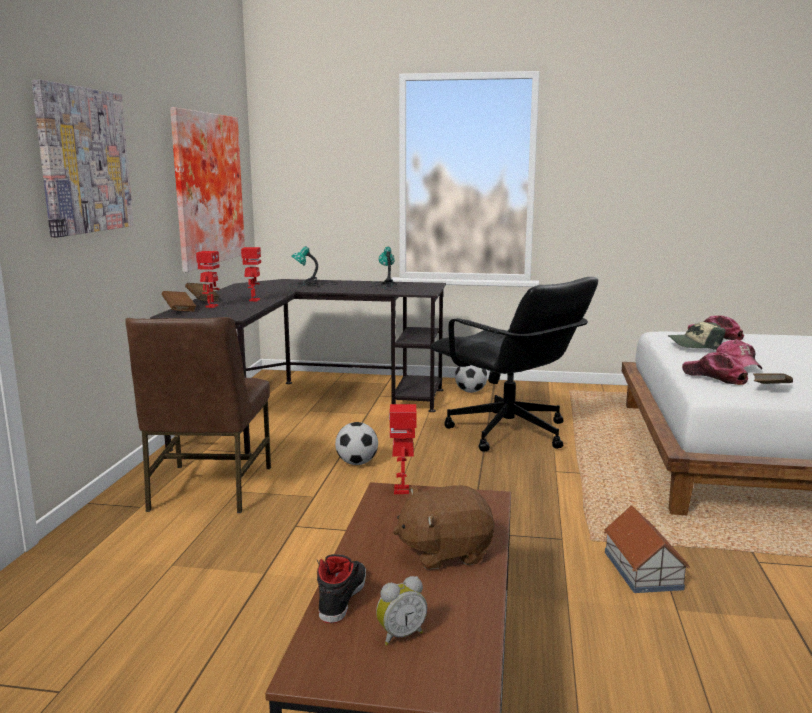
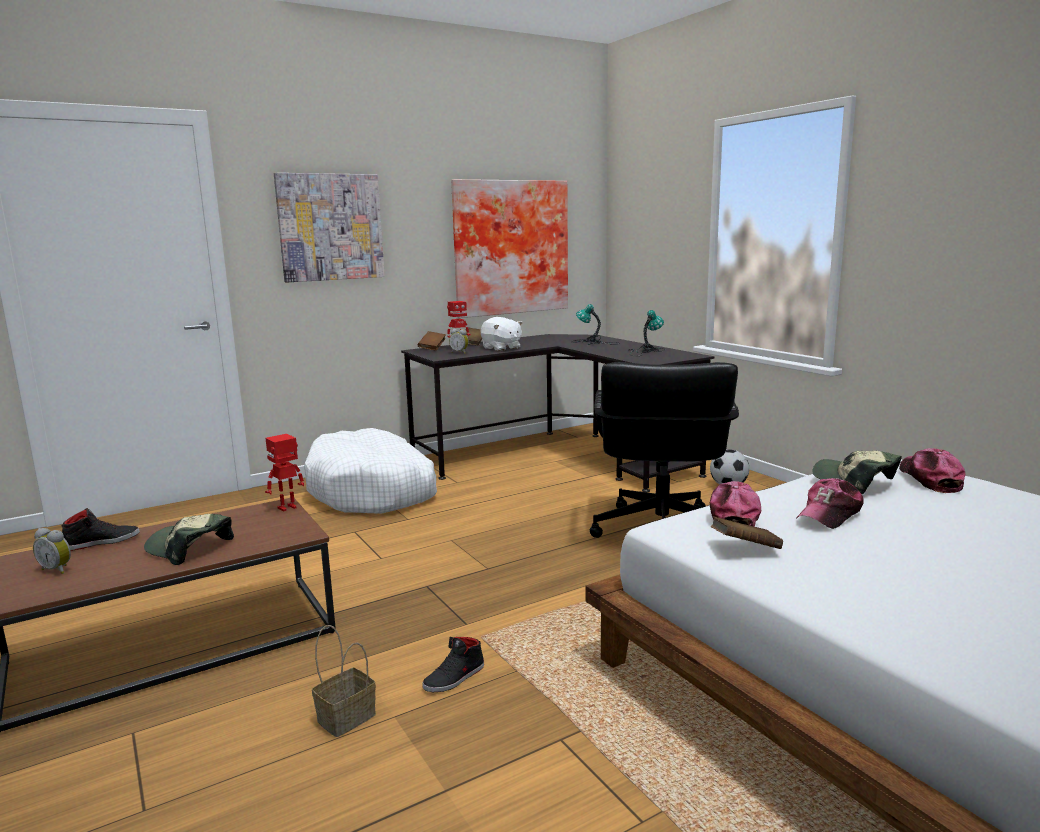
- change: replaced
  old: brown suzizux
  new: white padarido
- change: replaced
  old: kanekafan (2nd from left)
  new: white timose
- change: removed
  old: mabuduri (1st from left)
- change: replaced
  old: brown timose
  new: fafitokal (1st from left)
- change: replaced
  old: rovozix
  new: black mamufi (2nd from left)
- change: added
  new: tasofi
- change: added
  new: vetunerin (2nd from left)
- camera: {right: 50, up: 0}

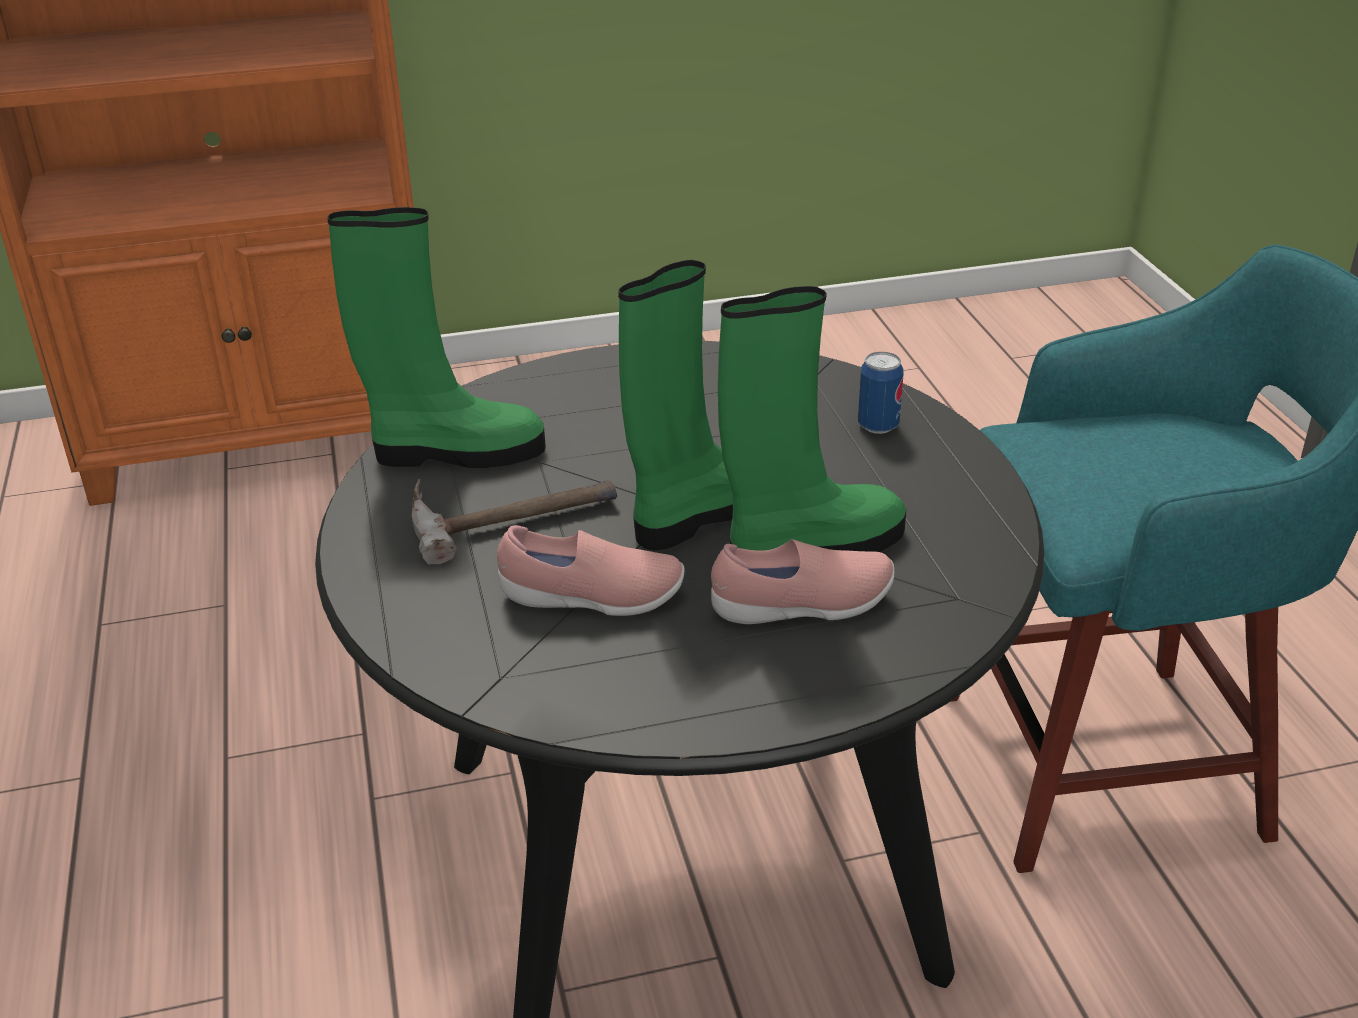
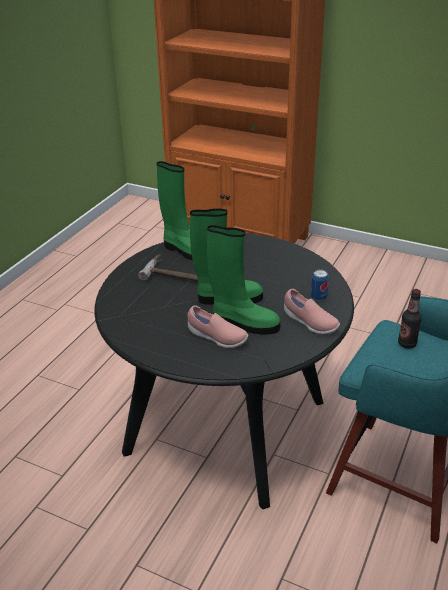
- change: moved
  old: pink mamufi (1st from left in the first image)
  new: pink mamufi (2nd from left)
- change: added
  new: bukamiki
- camera: {right: 40, up: 0}

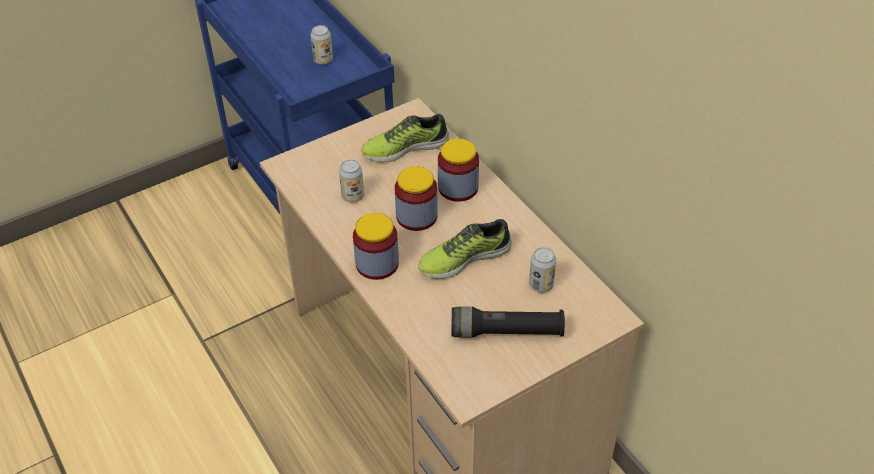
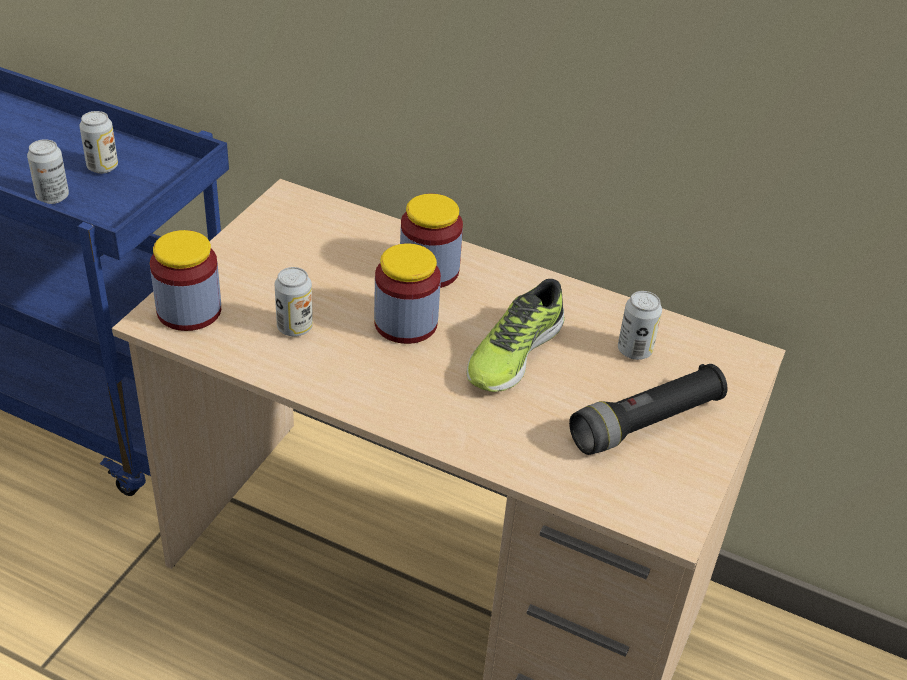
- change: moved
  old: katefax (1st from left)
- change: removed
  old: mamufi (1st from left)
- change: added
  new: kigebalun (1st from left)
- camera: {right: -35, up: -5}

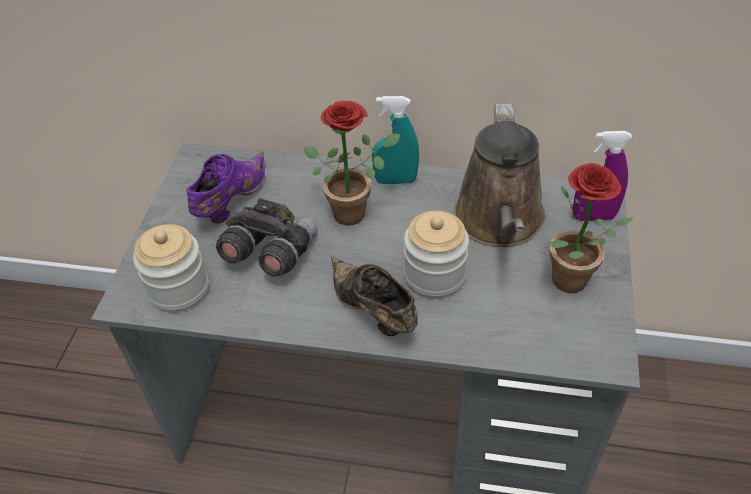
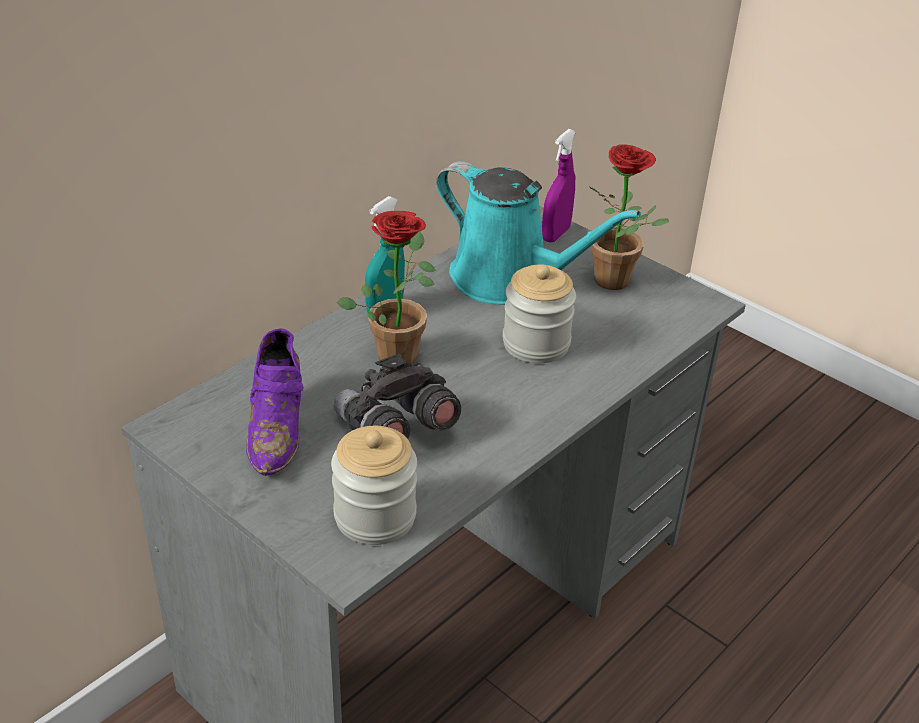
- change: turned
  old: purple mamufi
  degrees: -150
- change: removed
  old: brown mamufi
- change: recoloured
  old: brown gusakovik
  new: turquoise gusakovik
- camera: {right: -60, up: -10}

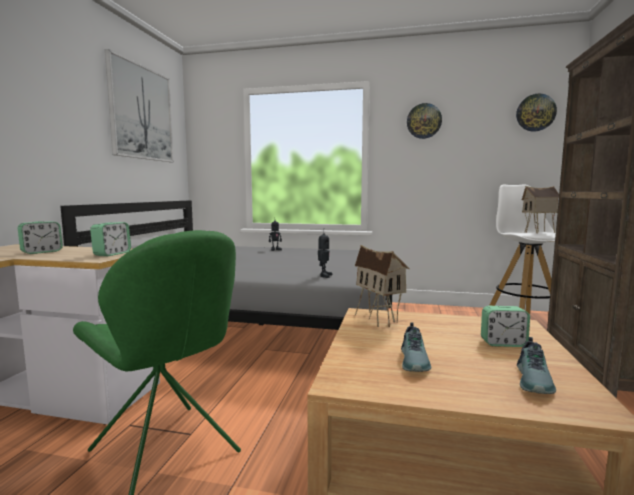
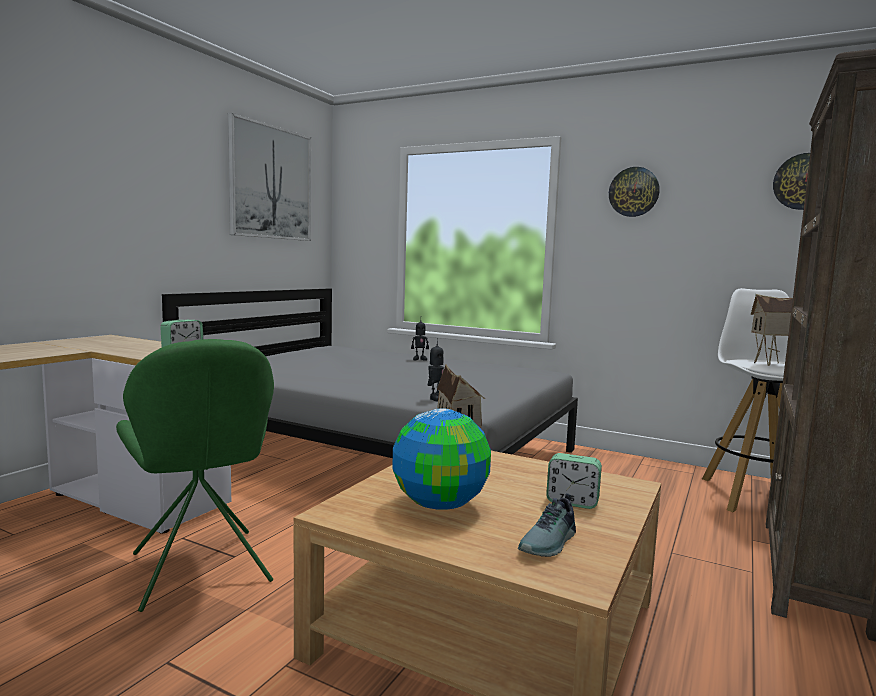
- change: removed
  old: vetunerin (1st from left)
- change: replaced
  old: mamufi (1st from left)
  new: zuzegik
- camera: {right: 15, up: 0}

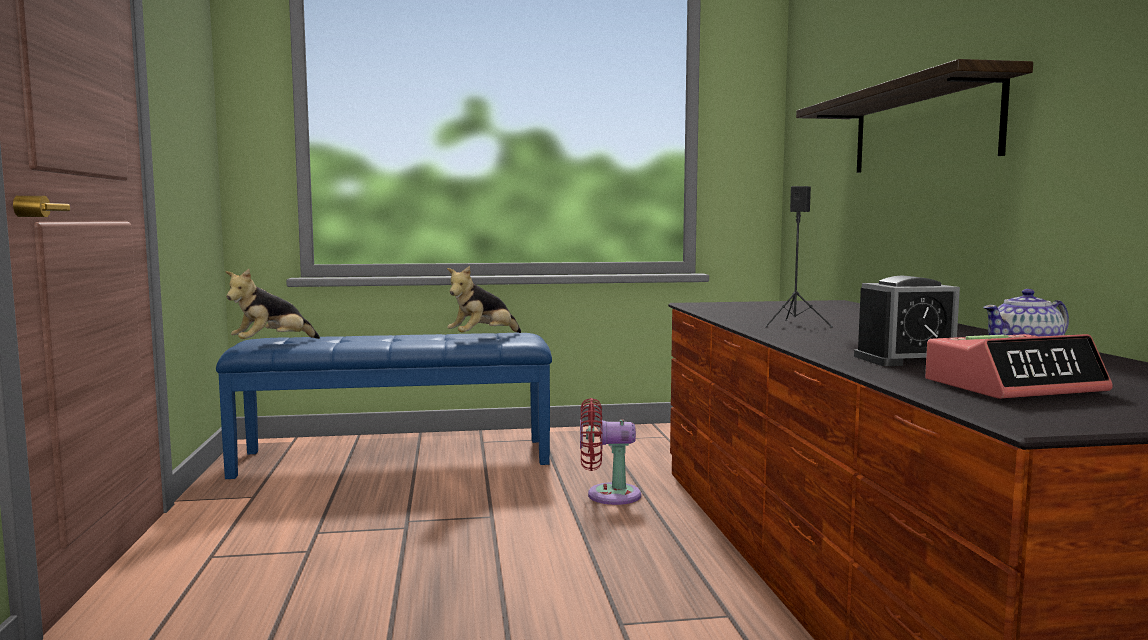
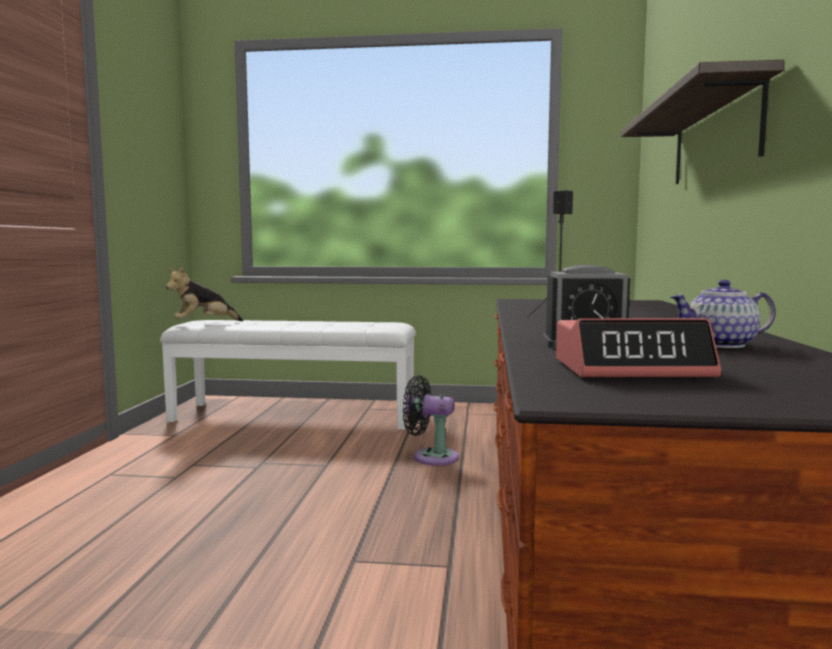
- change: recoloured
  old: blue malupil
  new: white malupil
- change: removed
  old: timose (2nd from left)
- change: recoloured
  old: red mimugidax
  new: black mimugidax
- camera: {right: 15, up: 0}

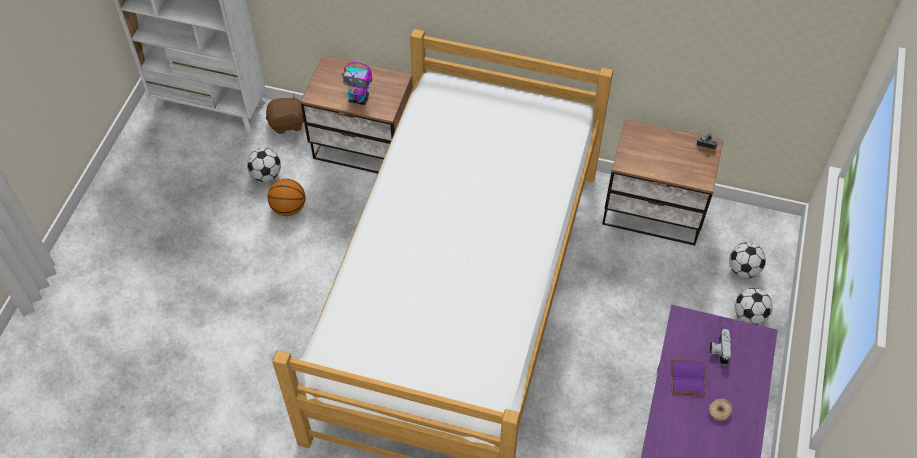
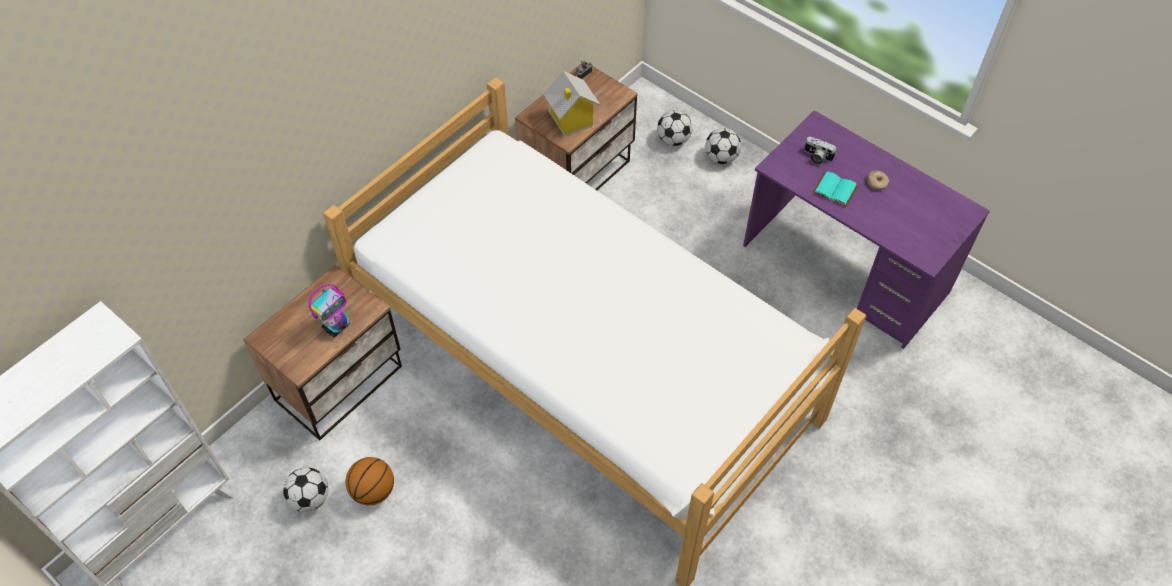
- change: removed
  old: brown timose
- change: recoloured
  old: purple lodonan
  new: turquoise lodonan
- change: added
  new: rovozix
- camera: {right: -65, up: 0}

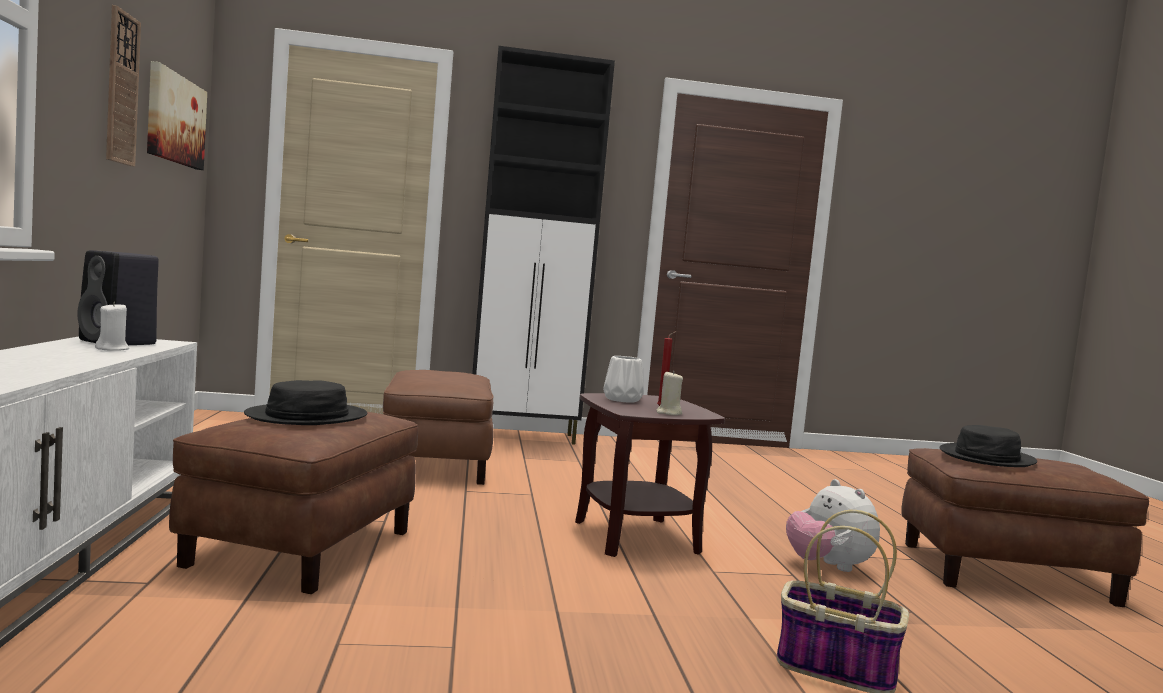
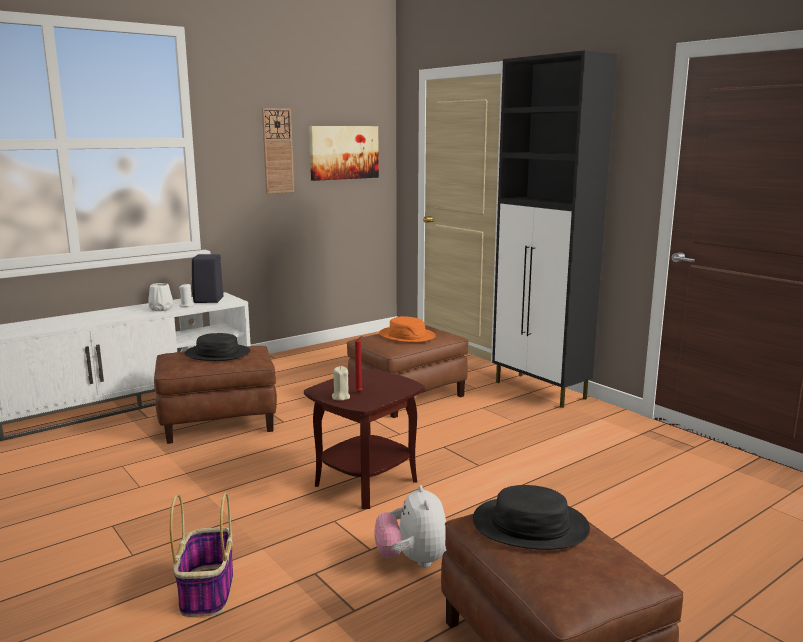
- change: moved
  old: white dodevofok
- change: turned
  old: timose
  degrees: -45
- change: added
  new: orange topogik
- camera: {right: 60, up: 10}

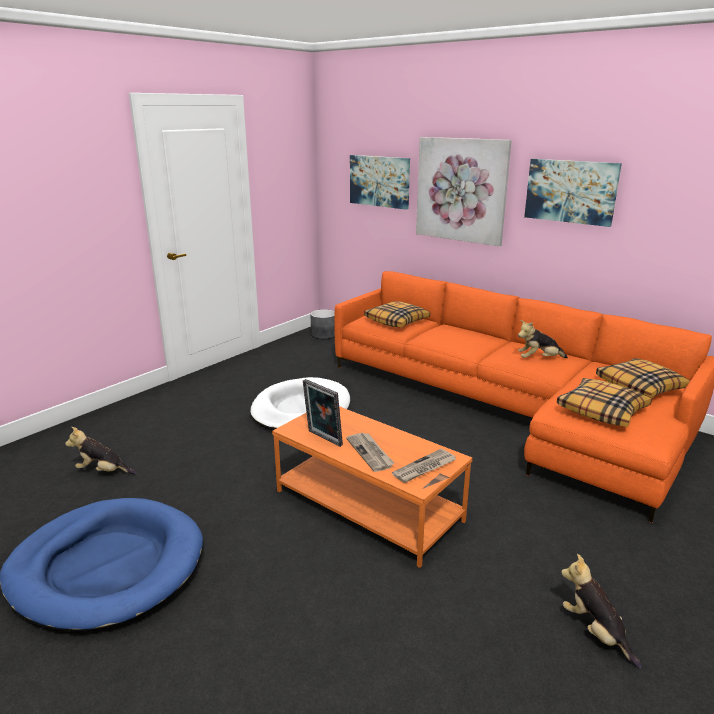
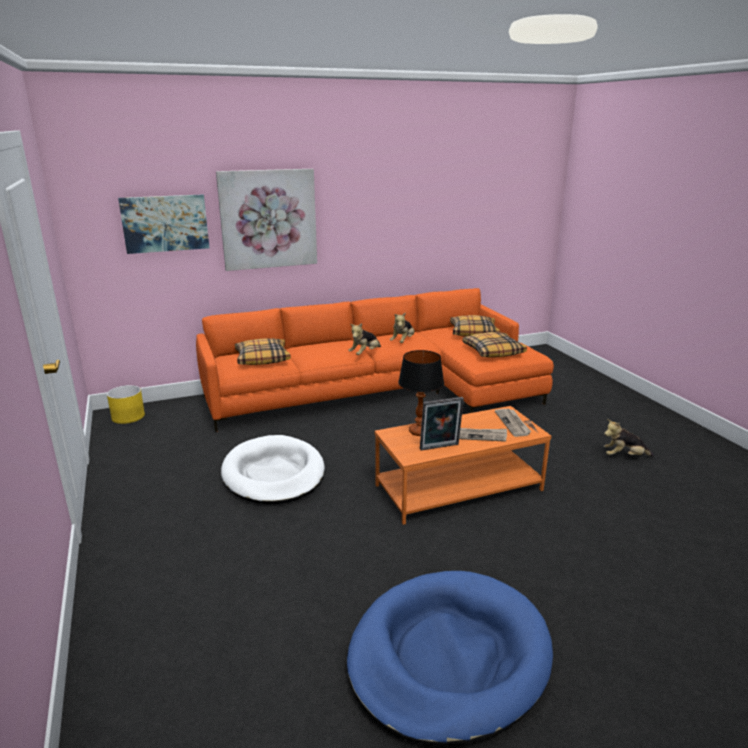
- change: moved
  old: timose (1st from left)
- change: recoloured
  old: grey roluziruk
  new: yellow roluziruk
- change: removed
  old: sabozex (3rd from left)
- change: added
  new: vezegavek
- camera: {right: -60, up: 0}

